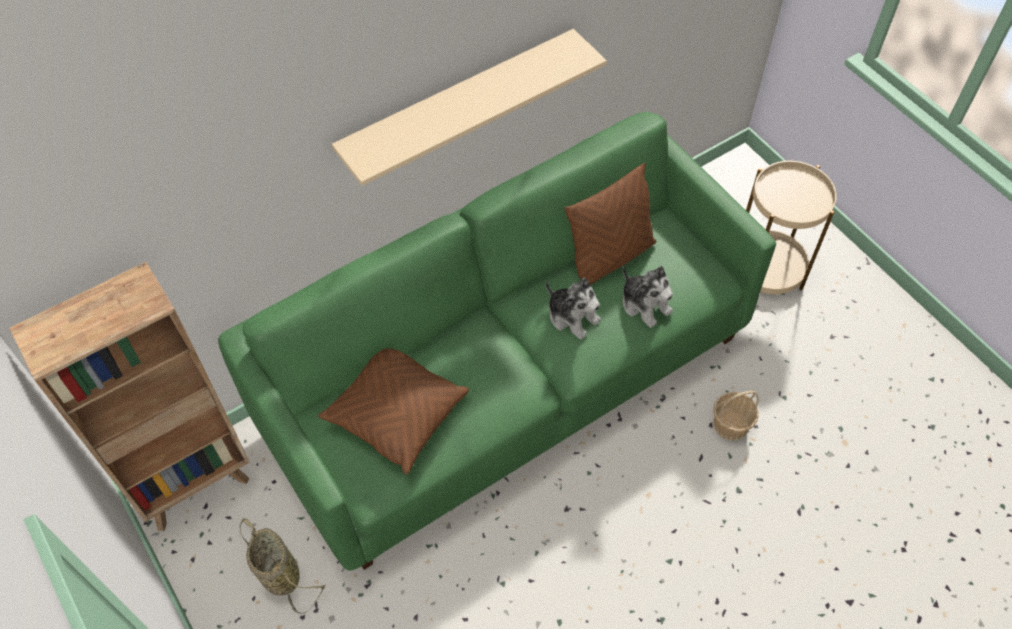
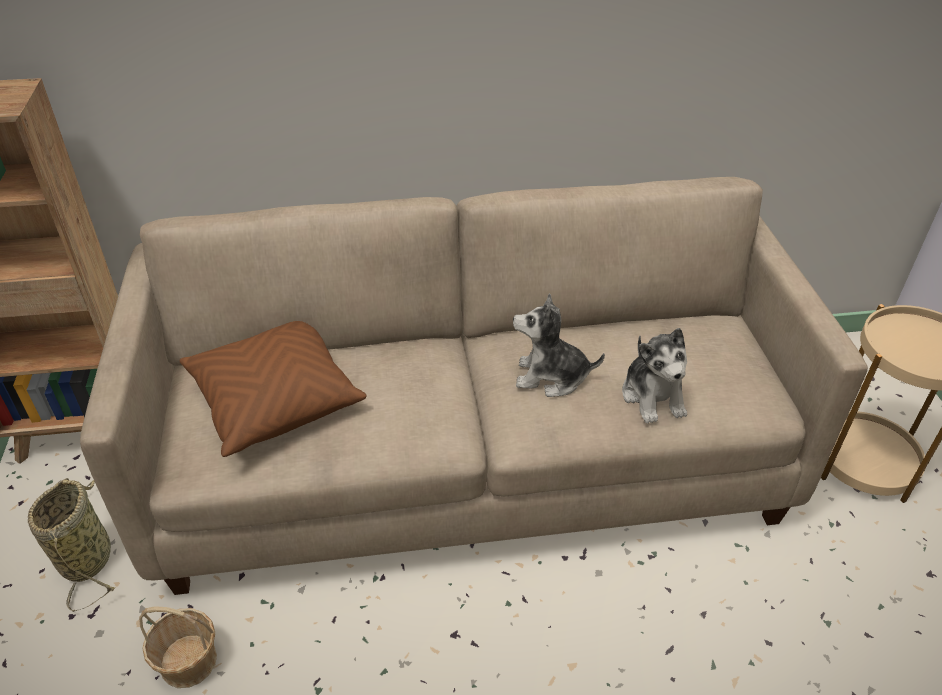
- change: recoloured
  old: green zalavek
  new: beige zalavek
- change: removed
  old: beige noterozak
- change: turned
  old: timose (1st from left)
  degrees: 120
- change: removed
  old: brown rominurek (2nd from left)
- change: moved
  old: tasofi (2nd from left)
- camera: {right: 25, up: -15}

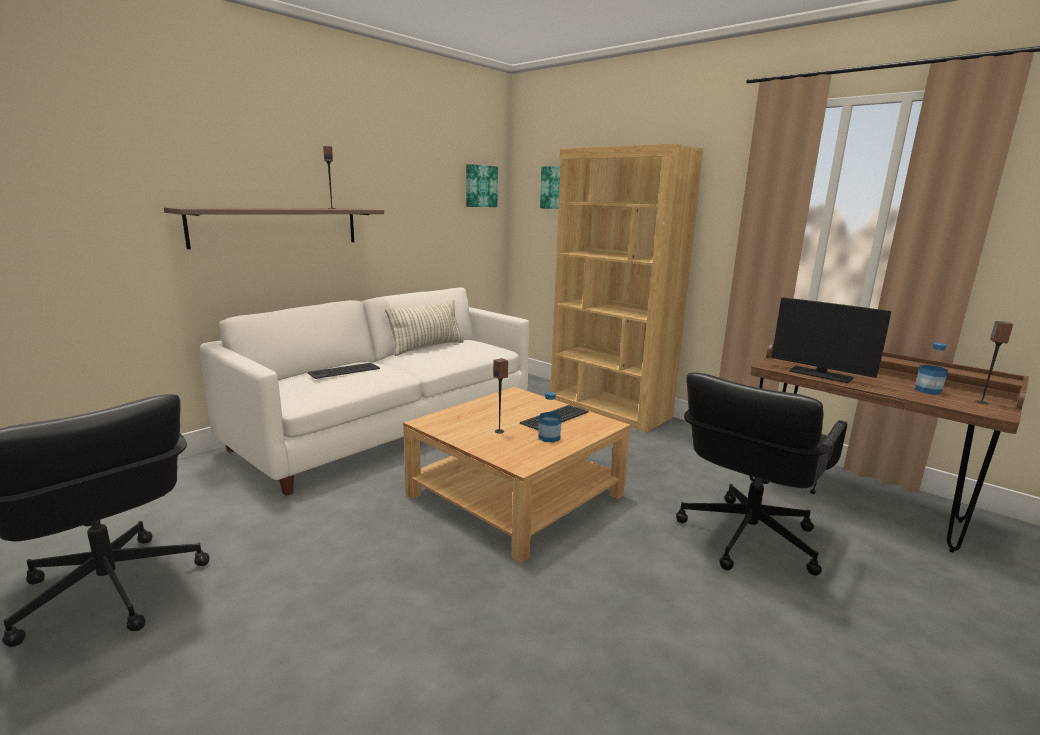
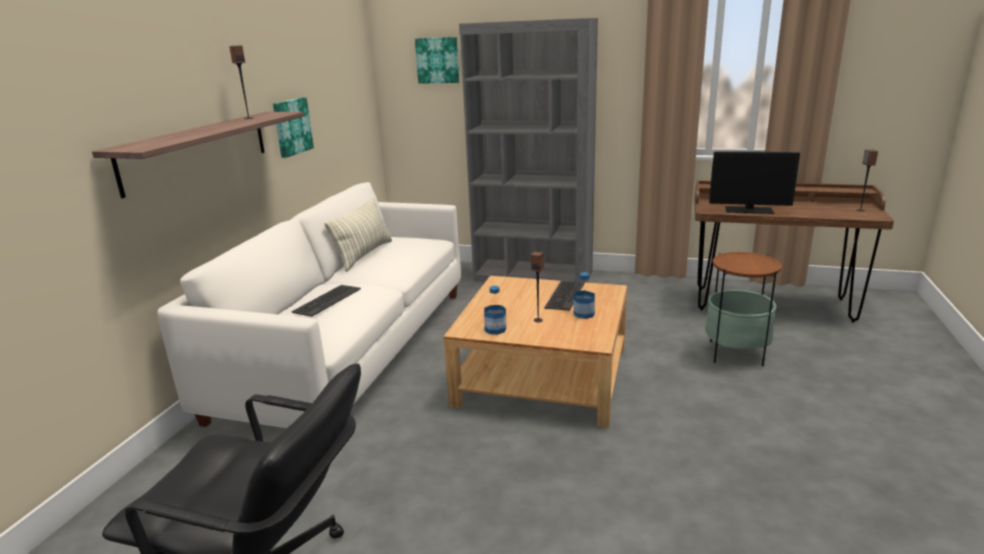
- change: moved
  old: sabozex (1st from left)
- change: recoloured
  old: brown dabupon
  new: grey dabupon
- change: replaced
  old: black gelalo (2nd from left)
  new: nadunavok
- change: moved
  old: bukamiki (2nd from left in the first image)
  new: bukamiki (1st from left)
- camera: {right: -25, up: 5}

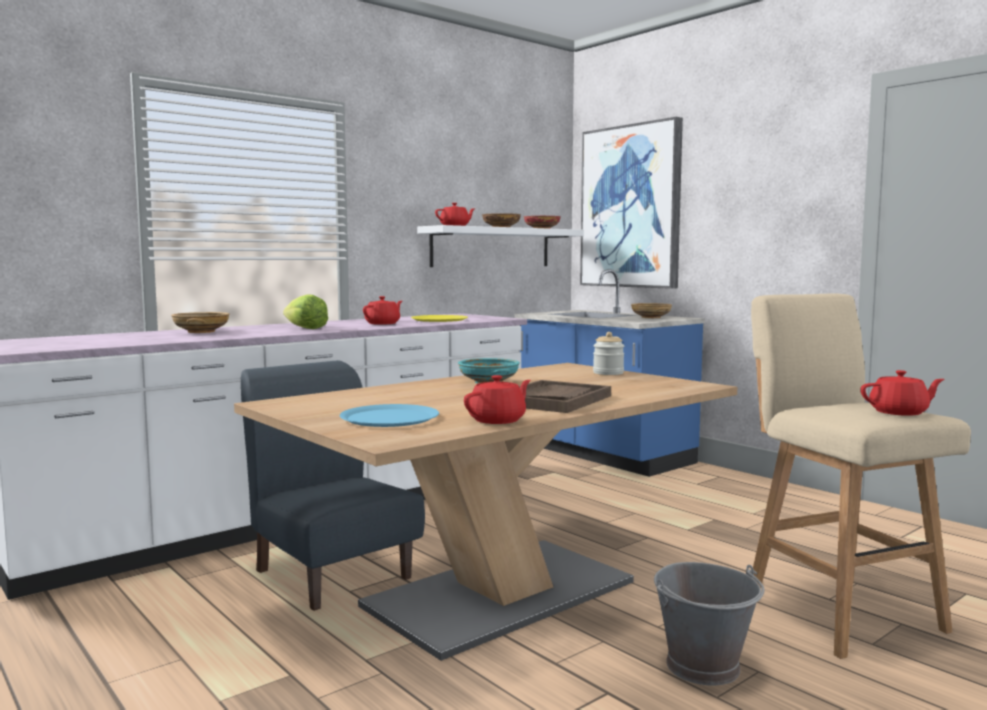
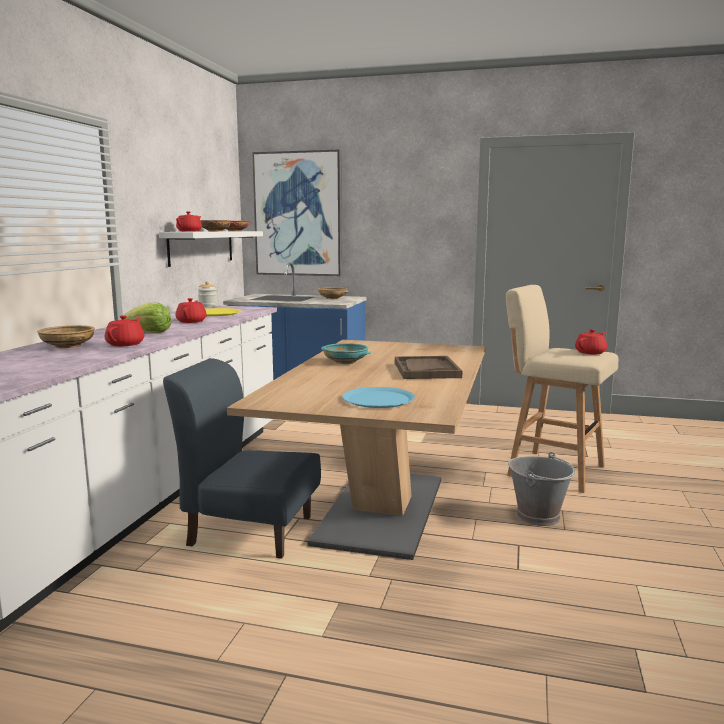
- change: moved
  old: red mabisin (3rd from left in the first image)
  new: red mabisin (1st from left)
- change: moved
  old: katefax
- camera: {right: -35, up: 5}

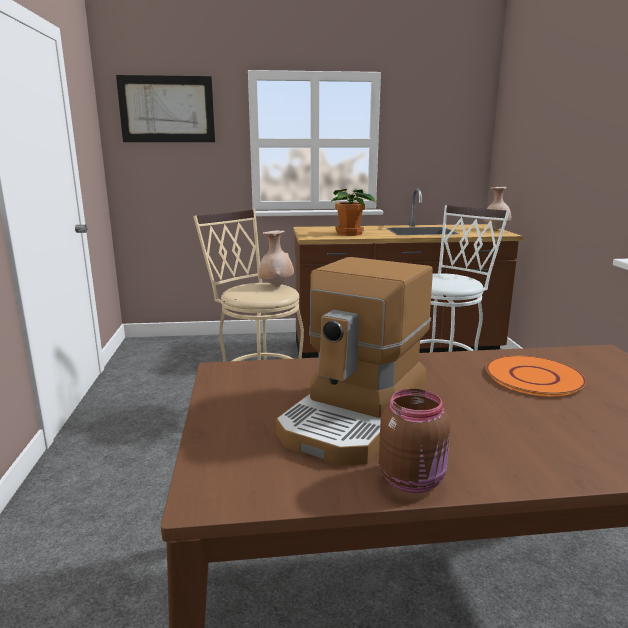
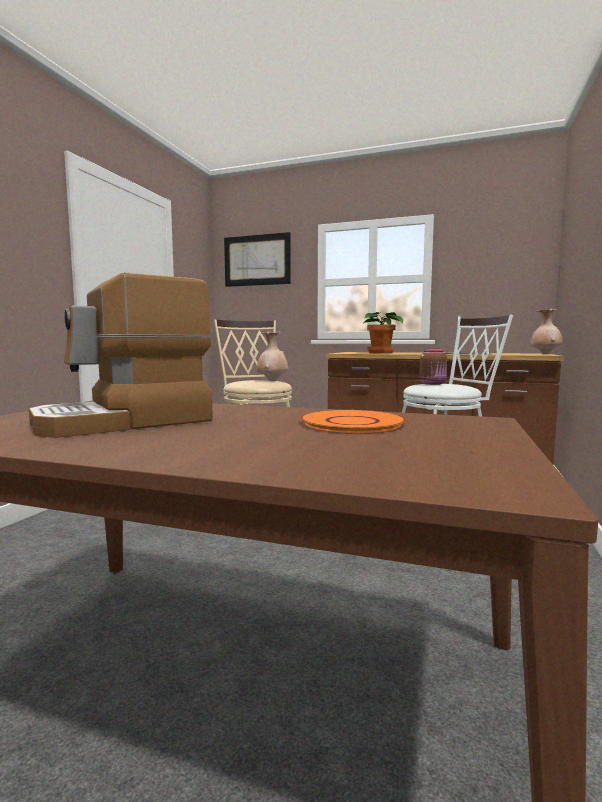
- change: moved
  old: brown katefax
- camera: {right: 25, up: -10}

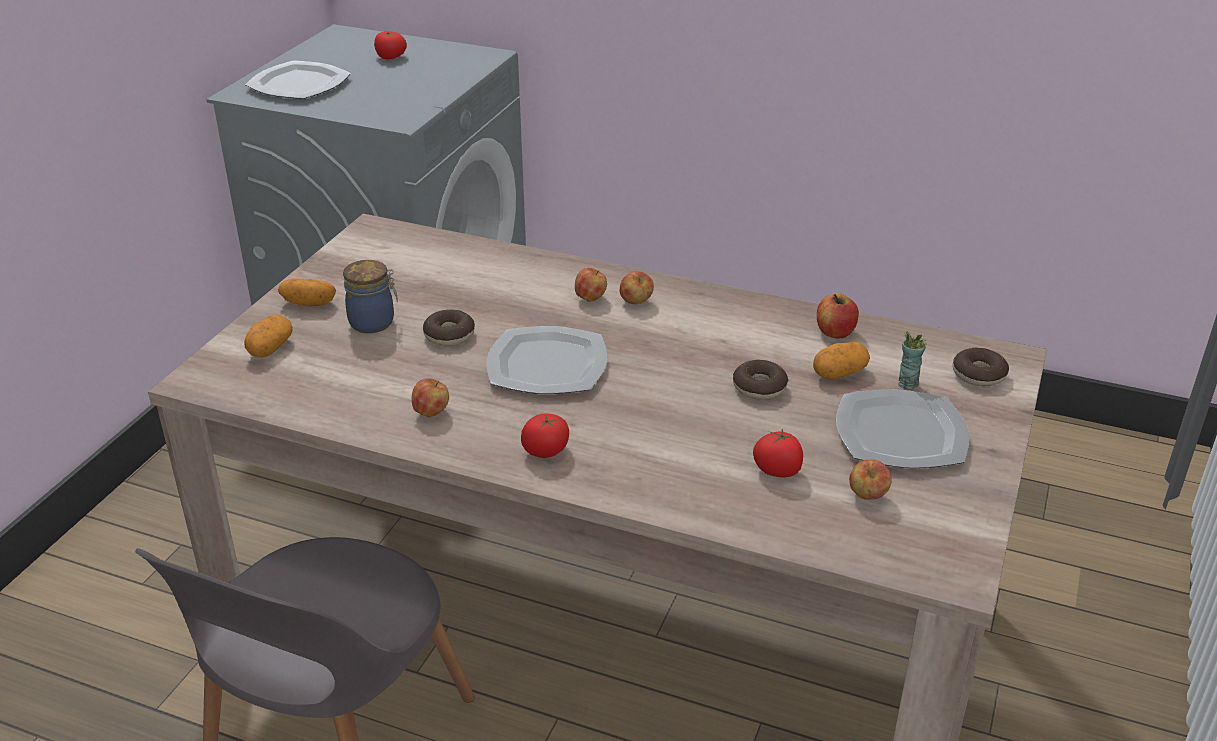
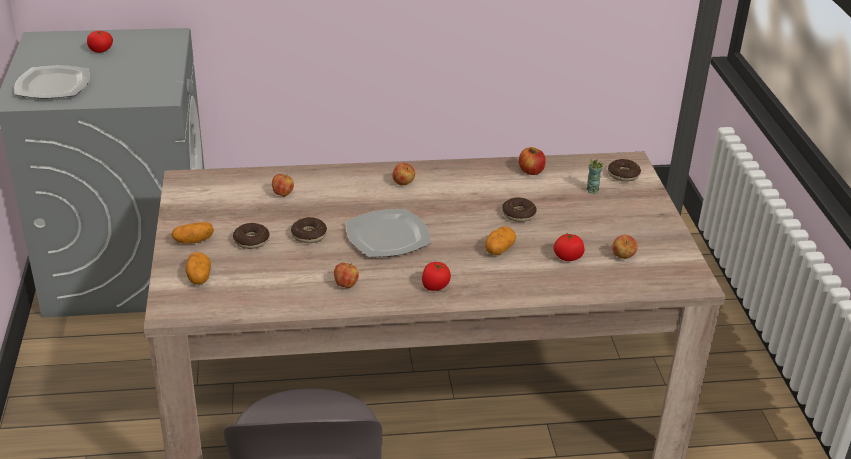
- change: replaced
  old: katefax
  new: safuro (1st from left)
- change: moved
  old: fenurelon (2nd from left in the first image)
  new: fenurelon (1st from left)
- change: moved
  old: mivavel (3rd from left)
- change: removed
  old: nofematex (3rd from left)
- camera: {right: -30, up: 0}

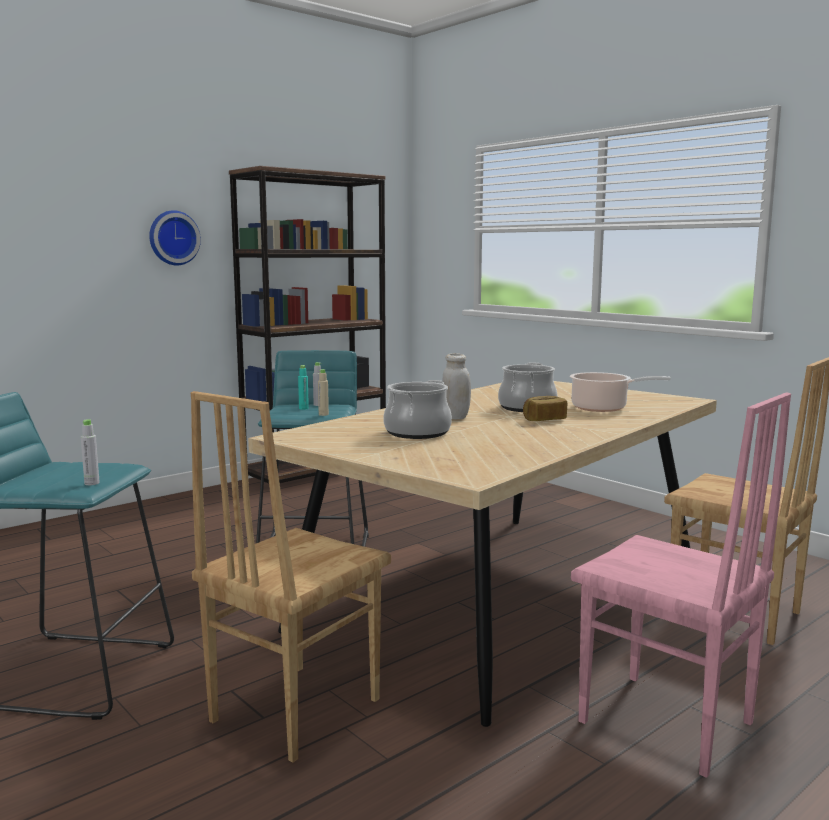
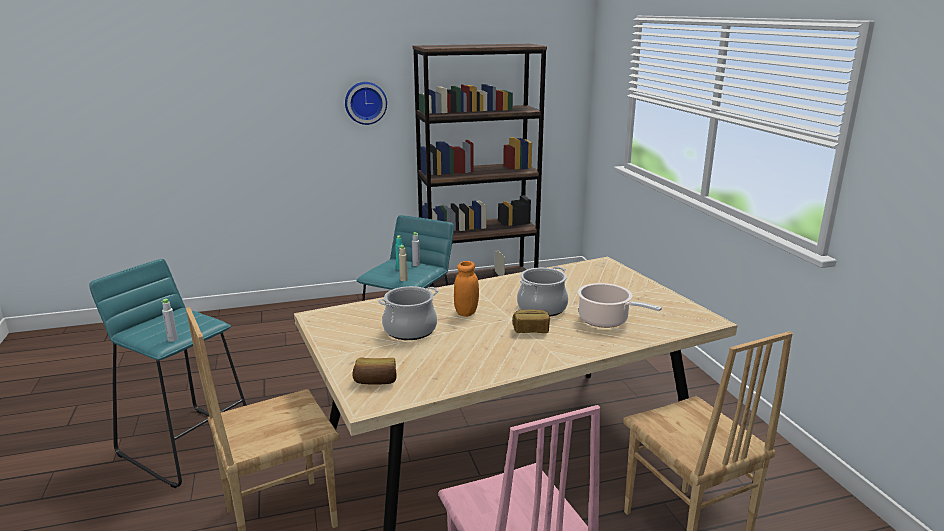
- change: recoloured
  old: white katefax
  new: orange katefax
- change: added
  new: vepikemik (1st from left)
- camera: {right: 25, up: 10}

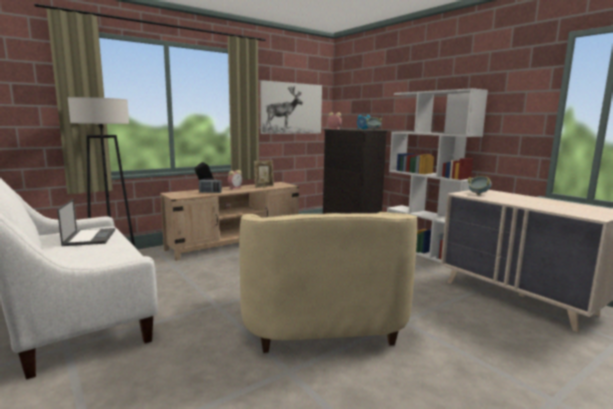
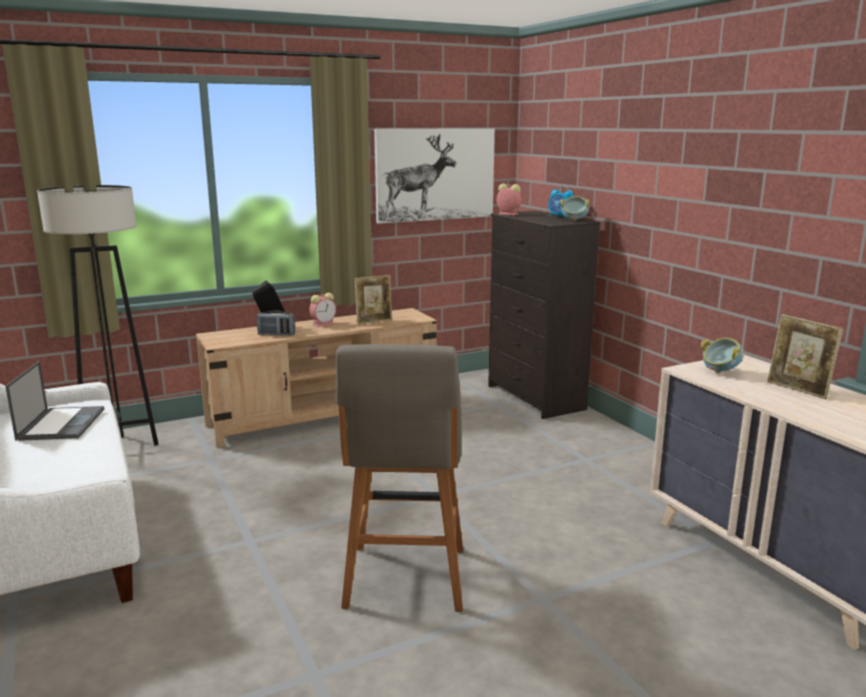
- change: replaced
  old: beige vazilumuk
  new: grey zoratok
- change: removed
  old: white dabupon
- change: added
  new: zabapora (2nd from left)
- camera: {right: 10, up: 5}

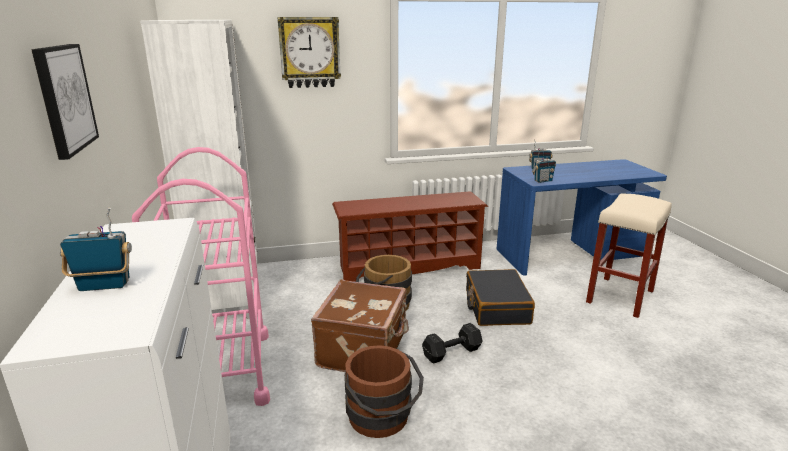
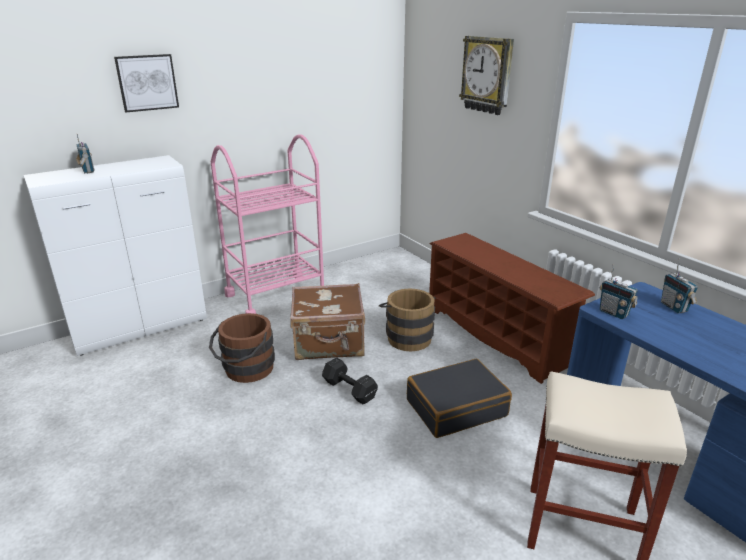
- change: removed
  old: white dabupon
- camera: {right: 70, up: 5}

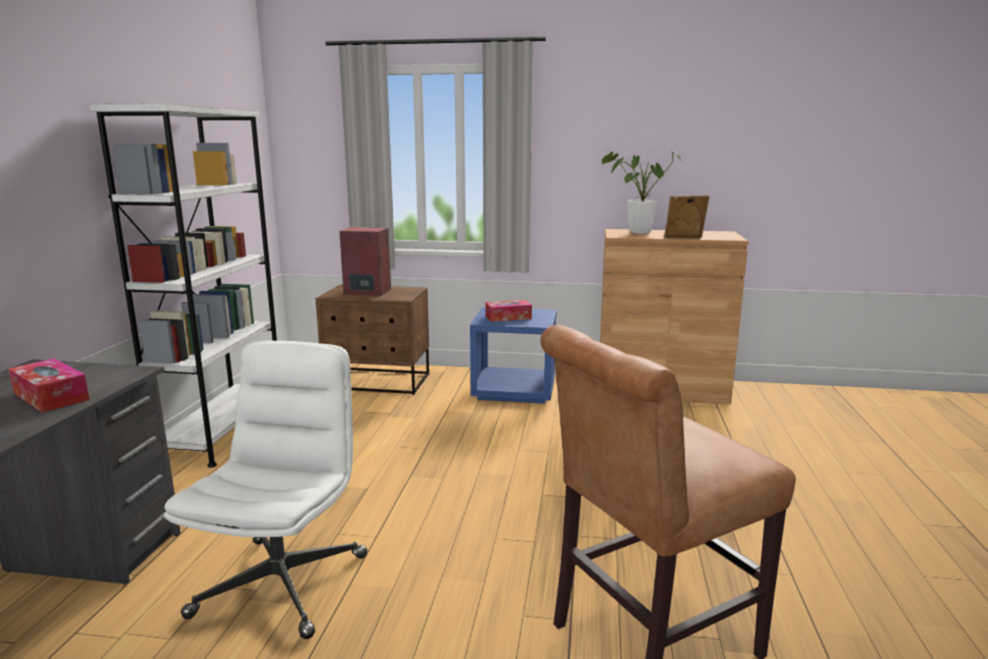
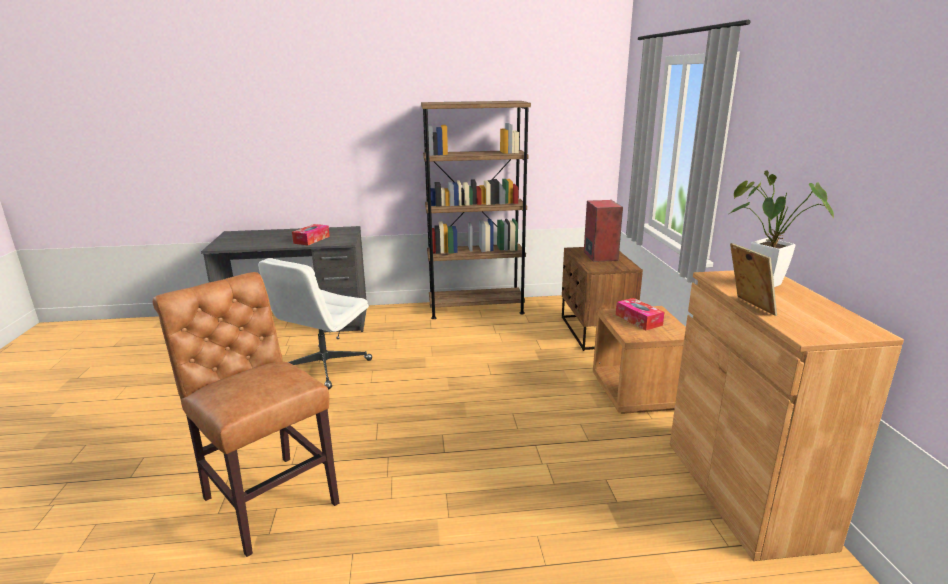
- change: recoloured
  old: white dabupon
  new: brown dabupon
- change: turned
  old: white gelalo
  degrees: 120
- change: recoloured
  old: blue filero
  new: brown filero (2nd from left)
- camera: {right: 75, up: 5}

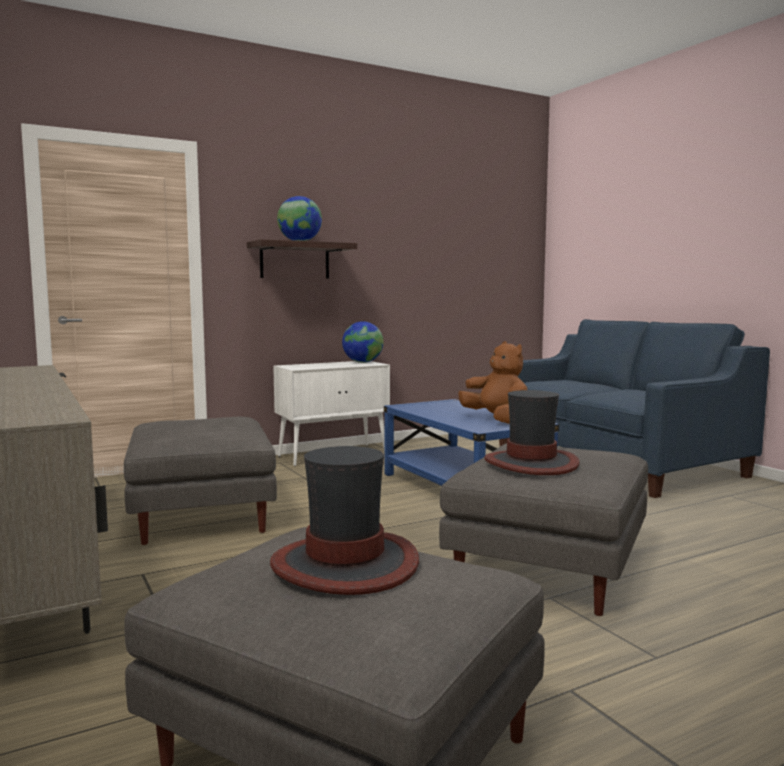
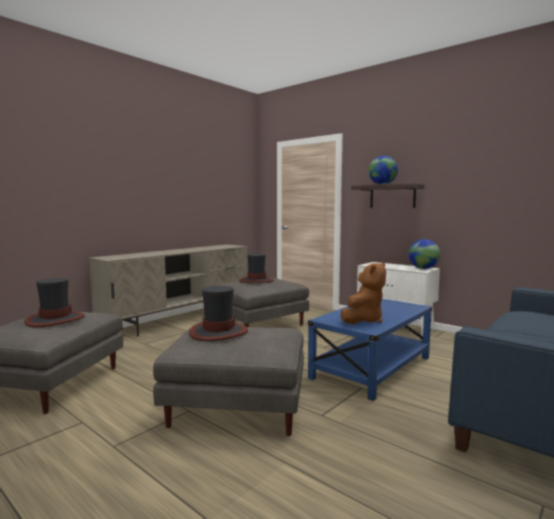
- change: added
  new: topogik (3rd from left)
- camera: {right: 70, up: 0}

